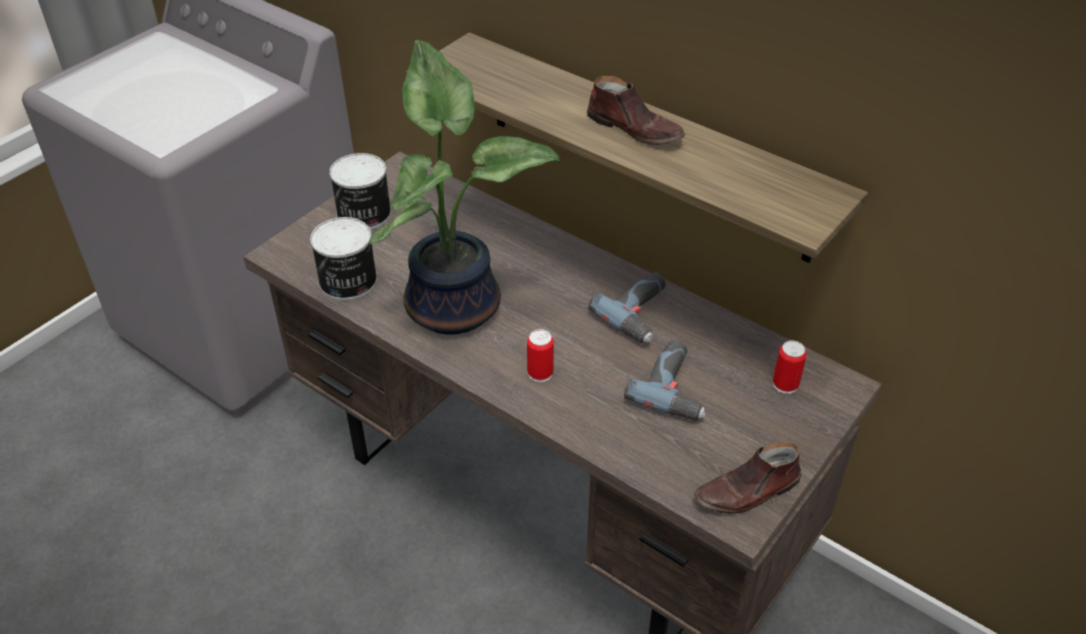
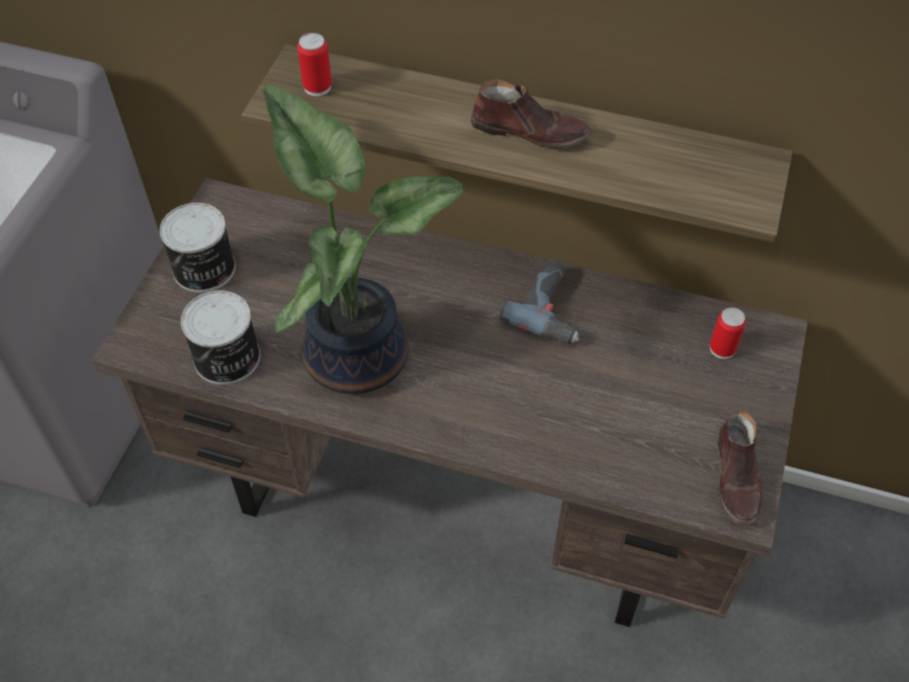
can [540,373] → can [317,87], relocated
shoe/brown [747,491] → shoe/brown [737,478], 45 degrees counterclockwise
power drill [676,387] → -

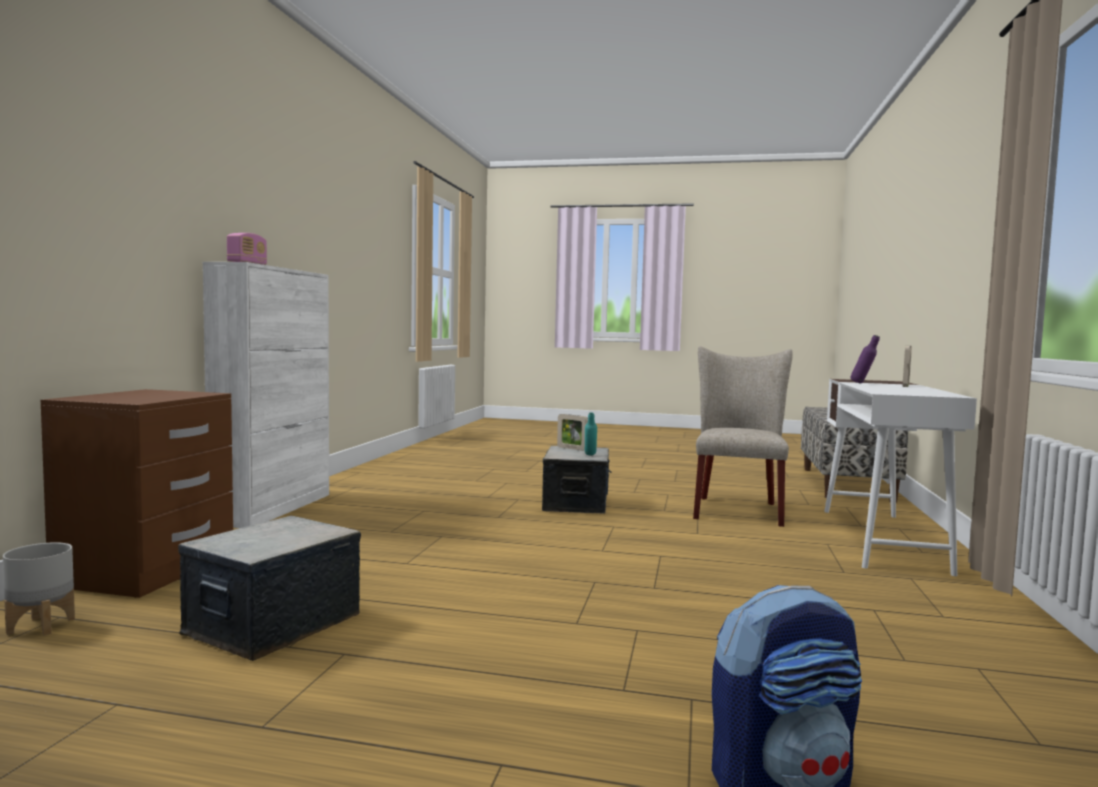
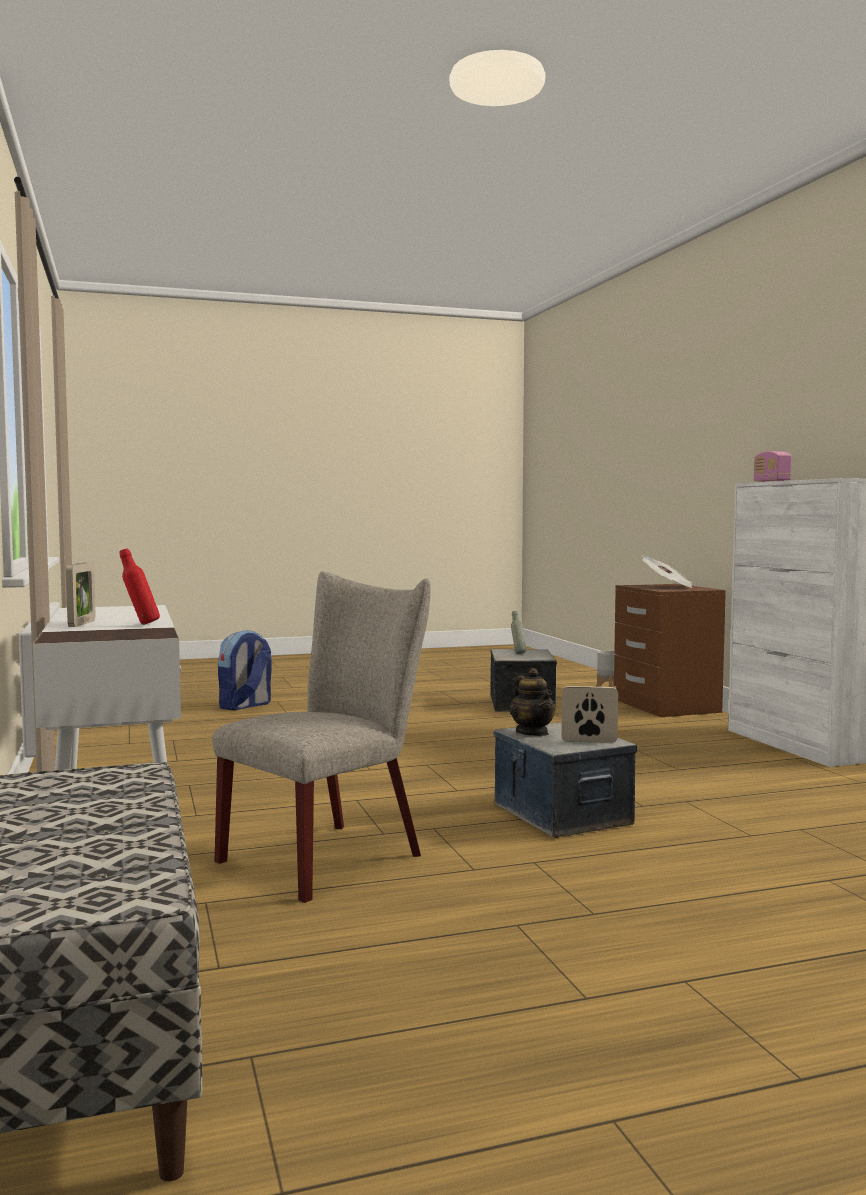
bottle/purple [863,383] → bottle/red [140,624]
chair/beige [737,509] → chair/beige [331,855], 120 degrees counterclockwise
bottle/turquoise [590,455] → teapot [532,733]
- → bottle/grey [518,653]
- → newspaper [667,586]

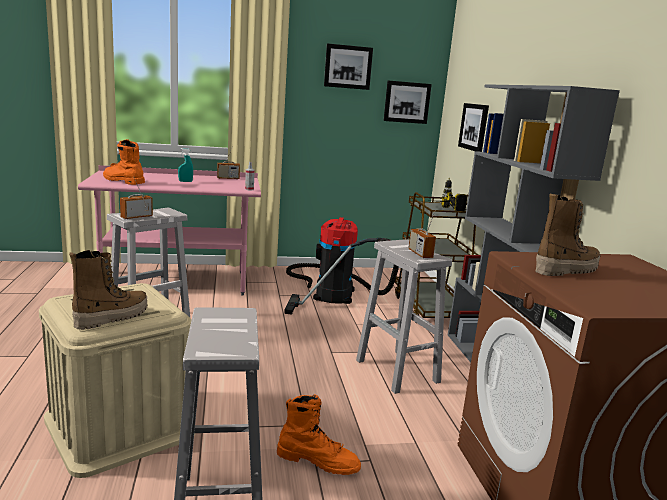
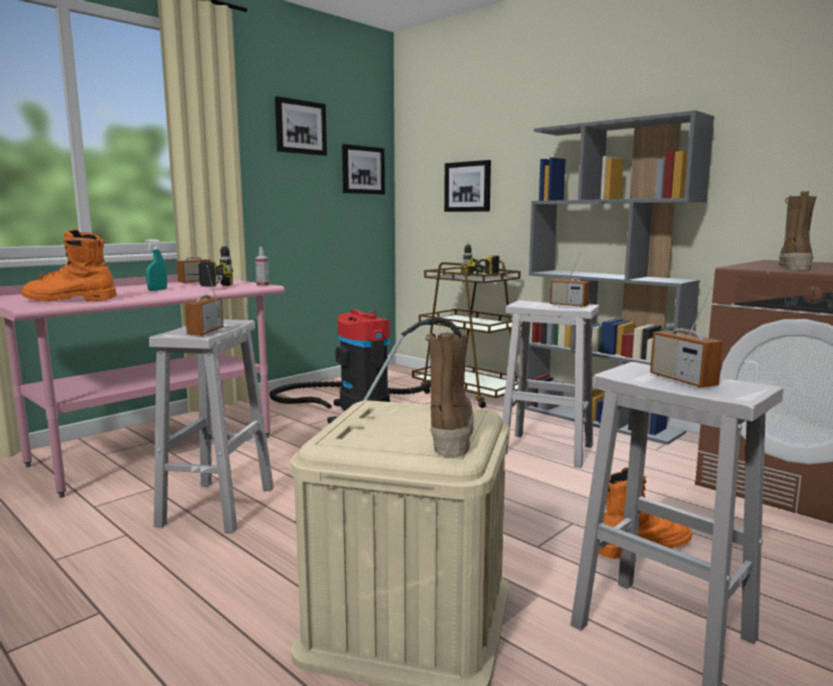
- → power drill [203,287]
- → radio [682,380]

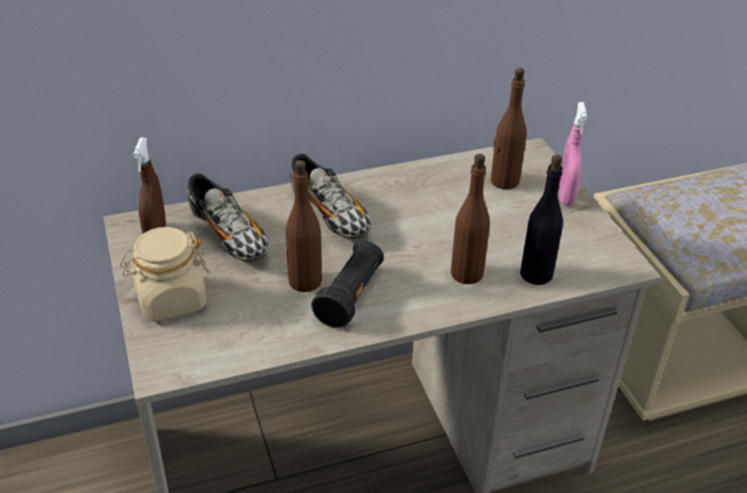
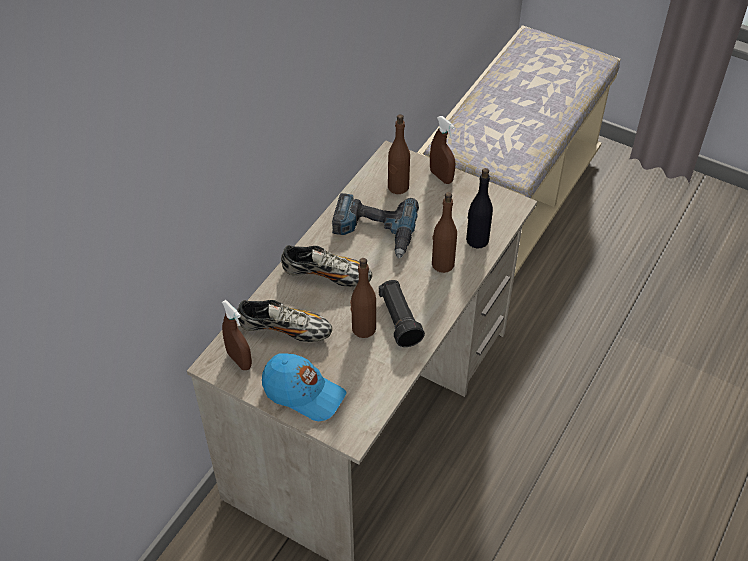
jar/beige [170,300] → cap/blue [303,393]
- → power drill [374,231]
spray bottle/pink [565,196] → spray bottle/brown [441,176]

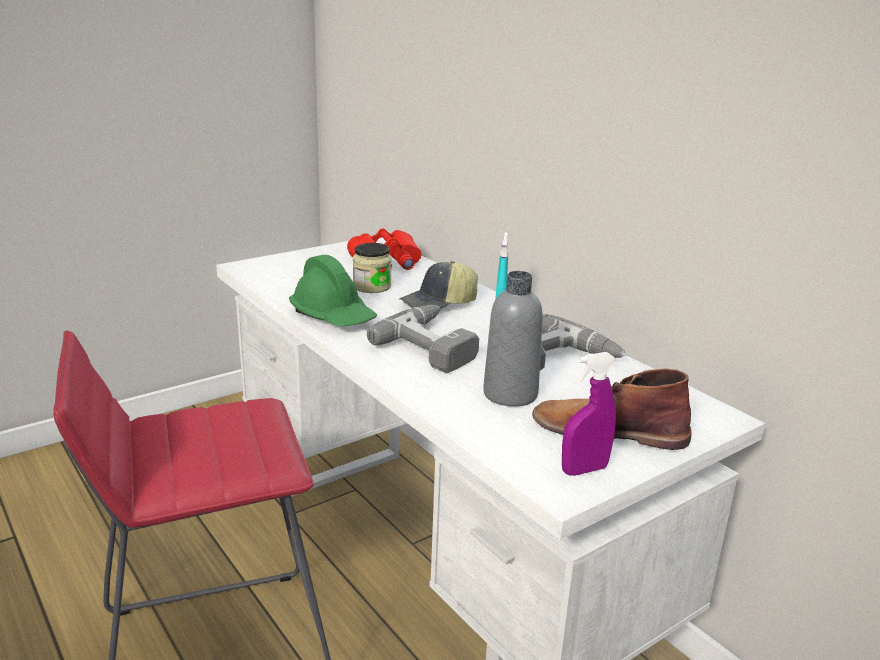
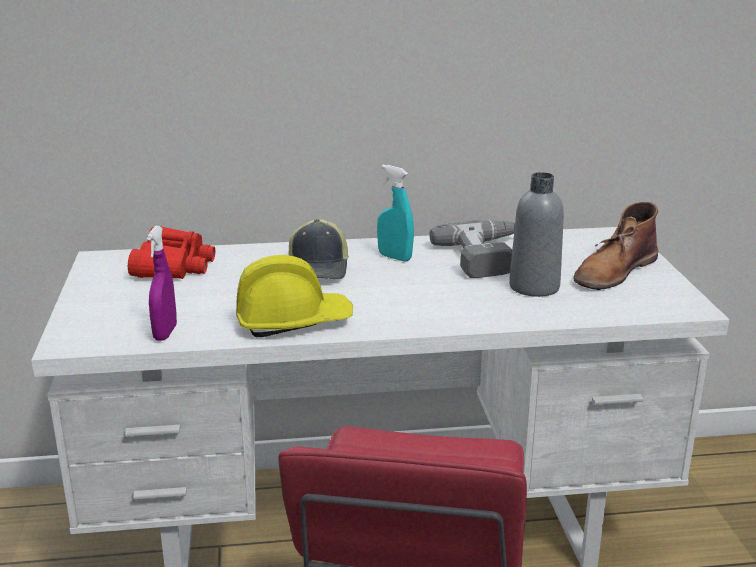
spray bottle/purple [584,470] → spray bottle/purple [165,333], relocated
hard hat/green [333,316] → hard hat/yellow [293,322]
jar [372,286] → -
power drill [435,345] → -

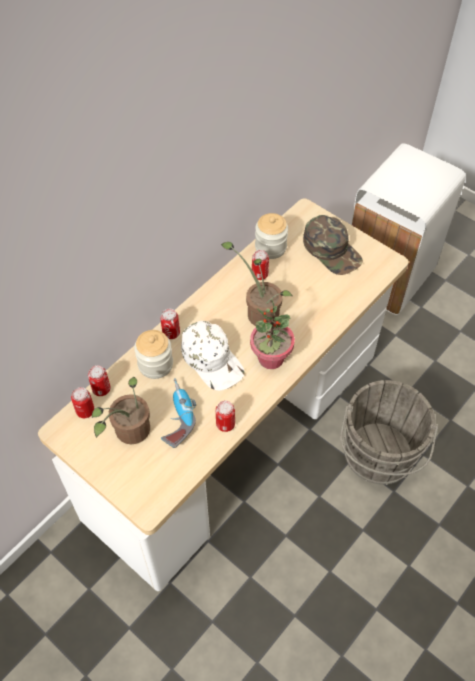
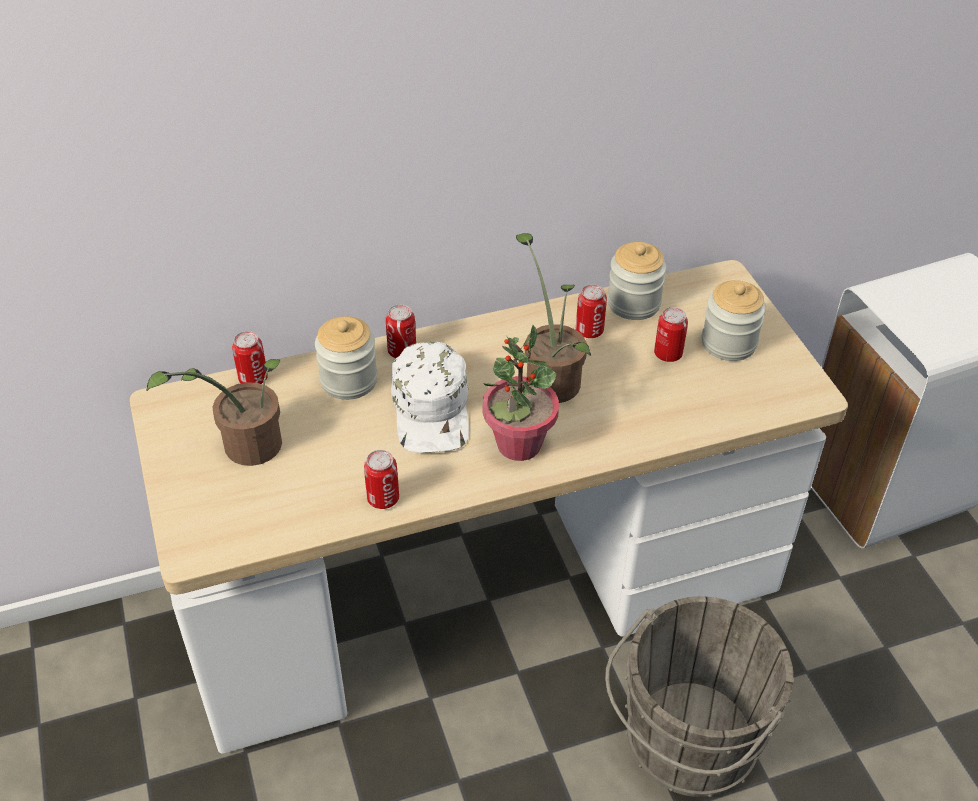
can [85,411] → can [668,354], relocated
cap/green [332,250] → jar [728,343]
power drill [176,416] → -

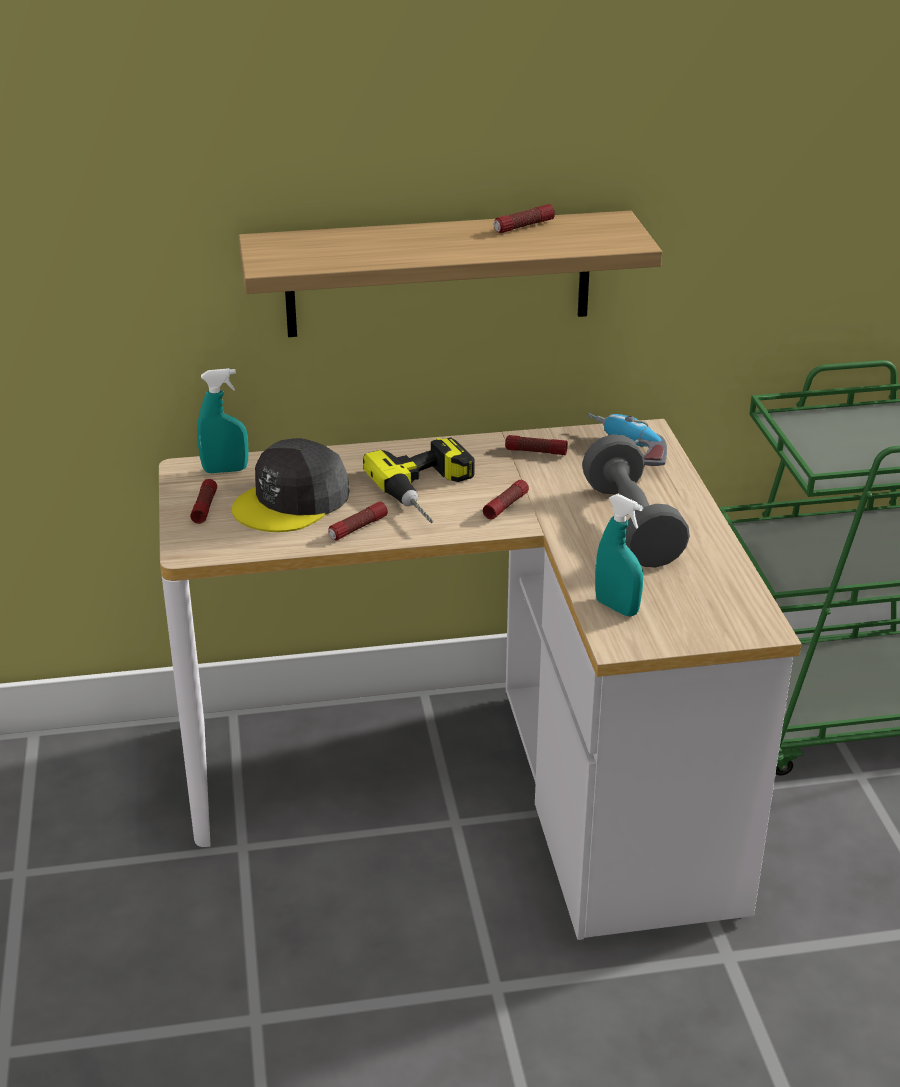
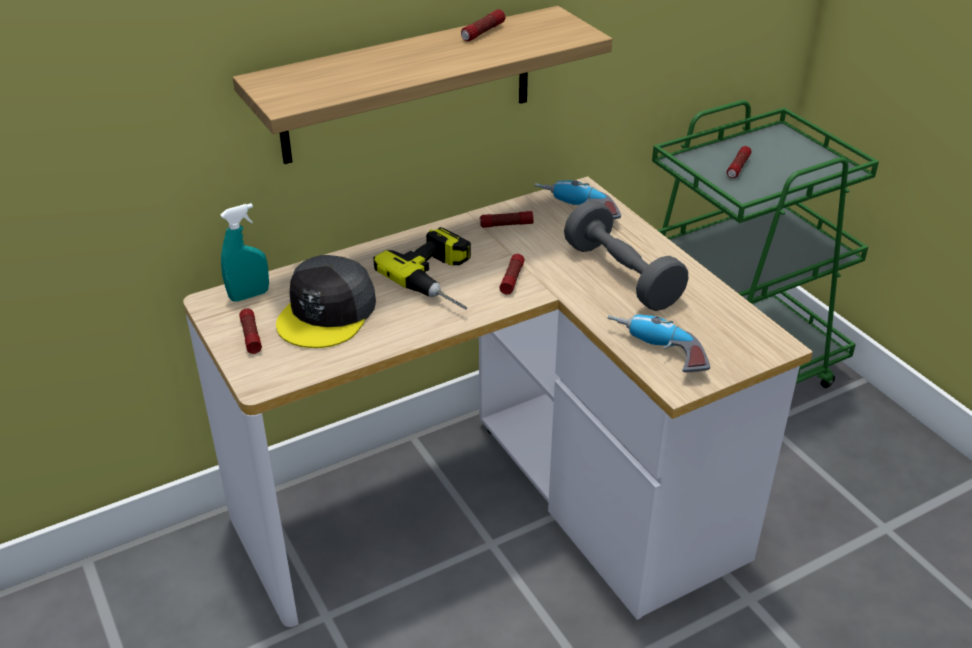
spray bottle/turquoise [616,607] → power drill [656,352]
flashlight [358,528] → flashlight [738,167], relocated

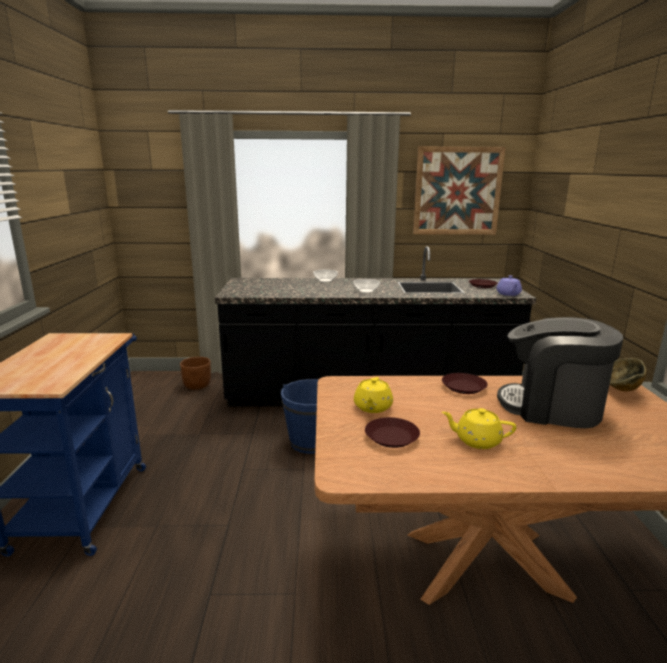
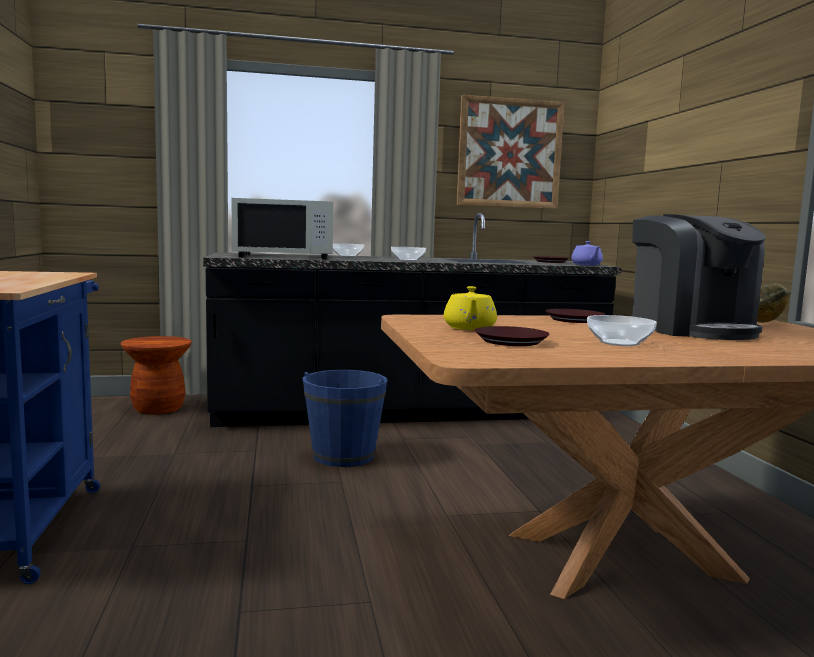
planter/brown [197,385] → stool/brown [158,409]
- → microwave/white [285,256]
teapot/yellow [476,440] → bowl [620,343]
coffee machine [551,407] → coffee machine [691,329], 120 degrees counterclockwise

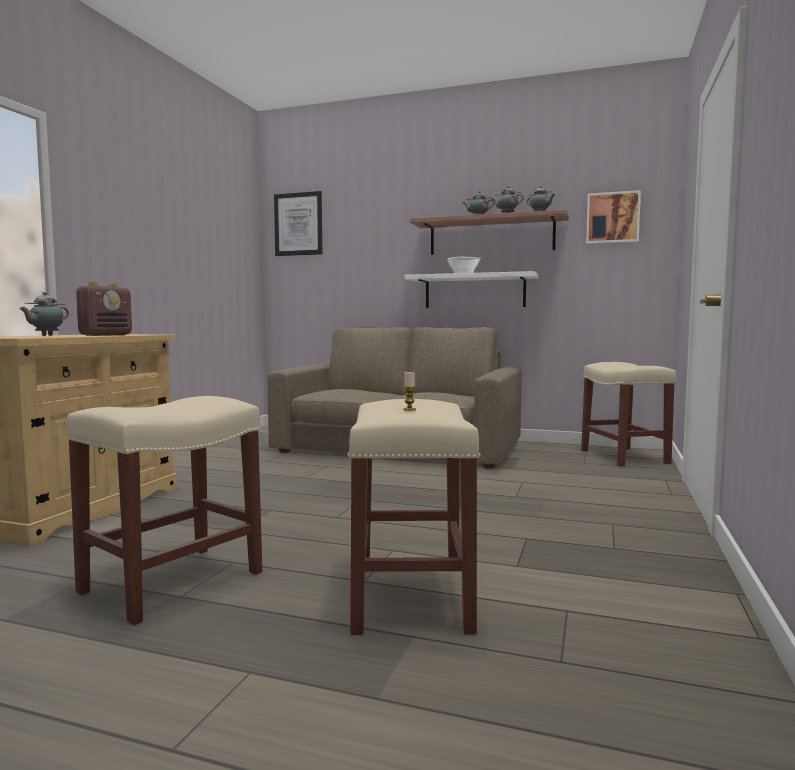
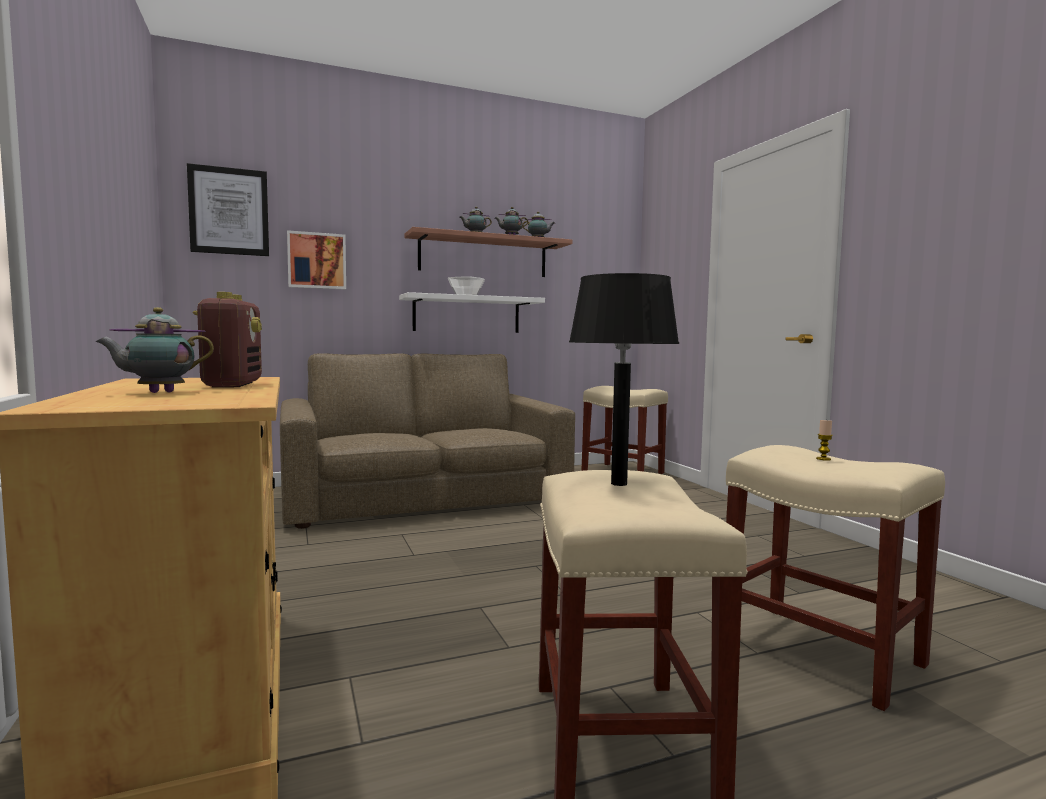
teapot [45,335] → teapot [158,392], 75 degrees clockwise
picture [612,218] → picture [316,261], relocated
- → table lamp/black [619,483]

